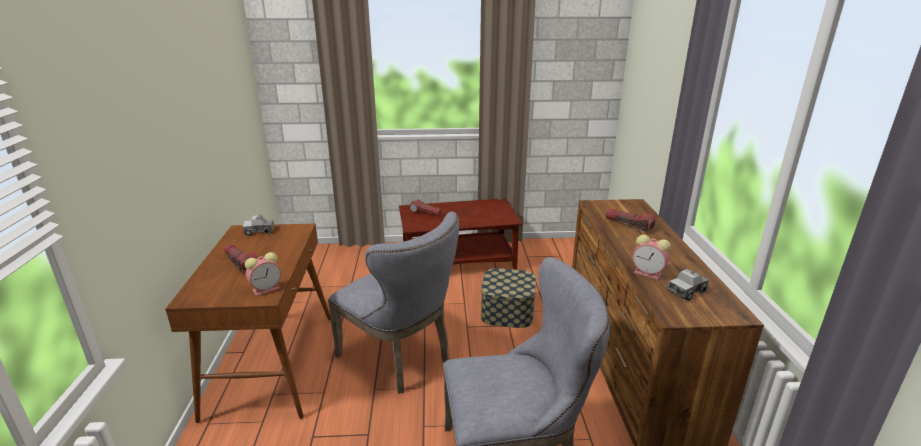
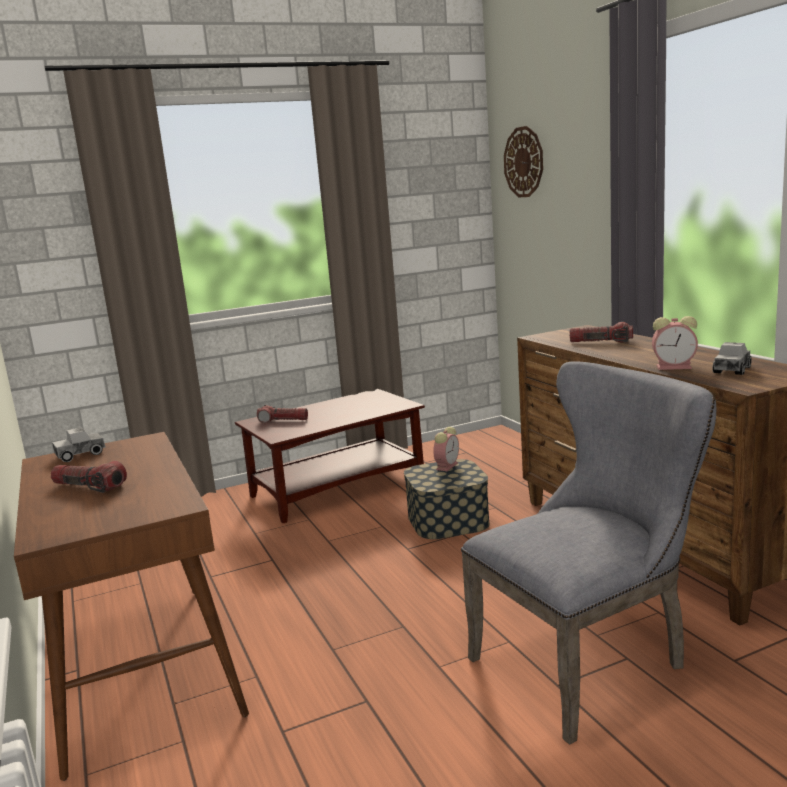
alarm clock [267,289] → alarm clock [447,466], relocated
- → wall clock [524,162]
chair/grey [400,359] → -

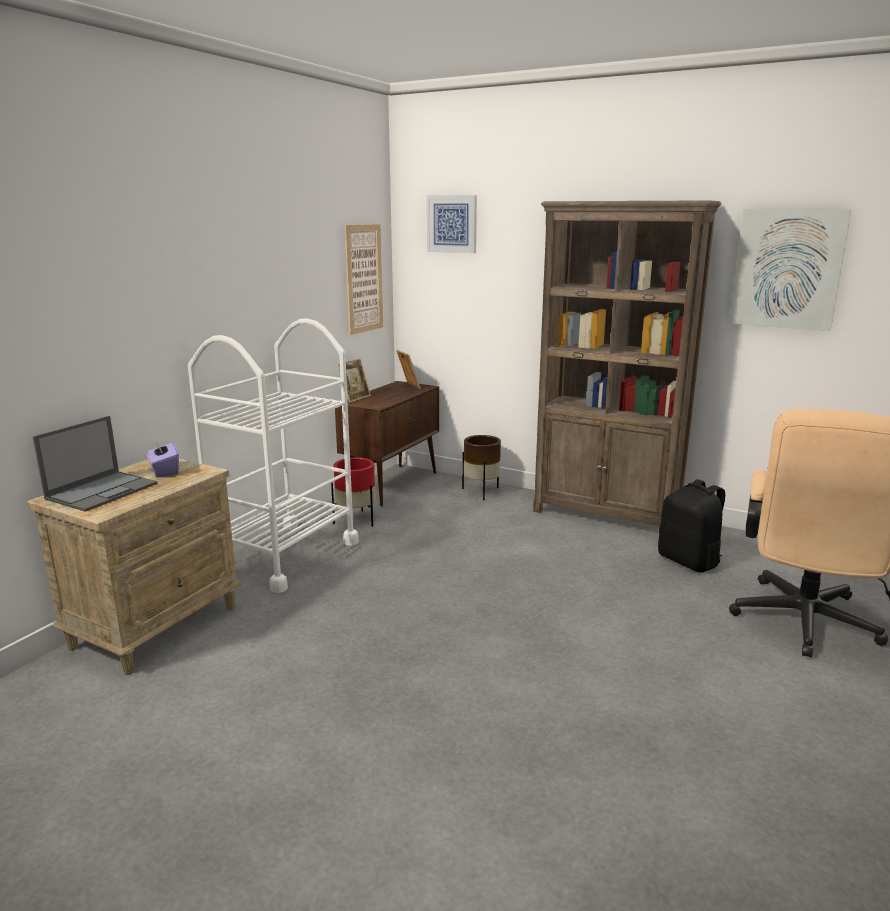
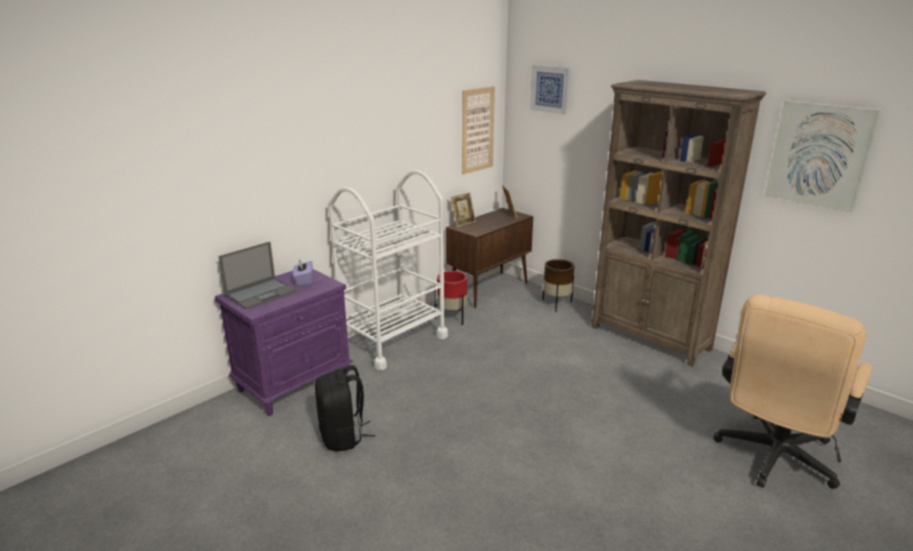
nightstand/beige [156,626] → nightstand/purple [294,383]
backpack/black [689,561] → backpack/black [343,437], relocated

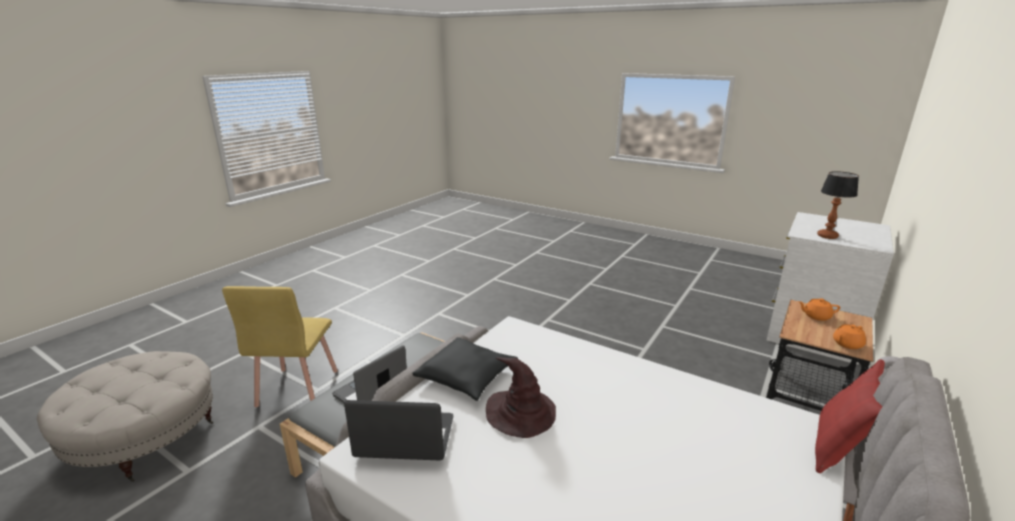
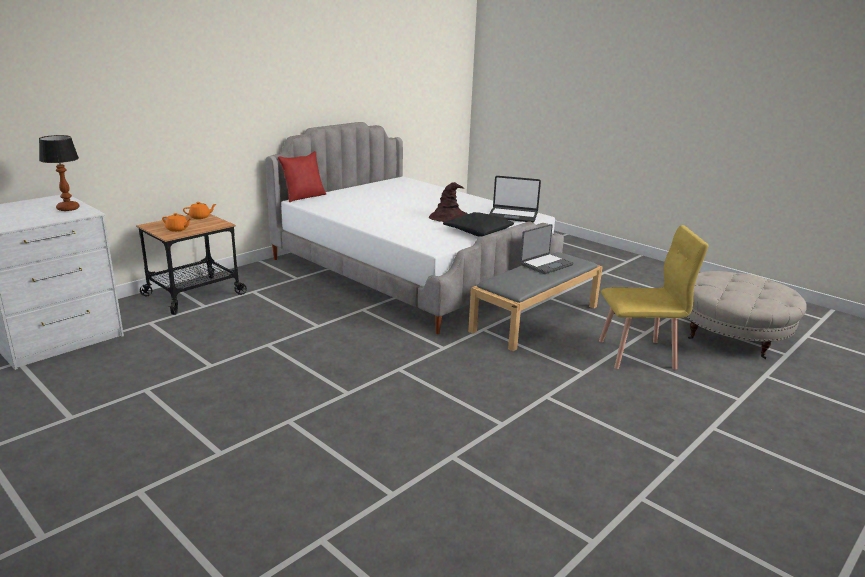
chair/yellow [297,388] → chair/yellow [637,354], 75 degrees clockwise

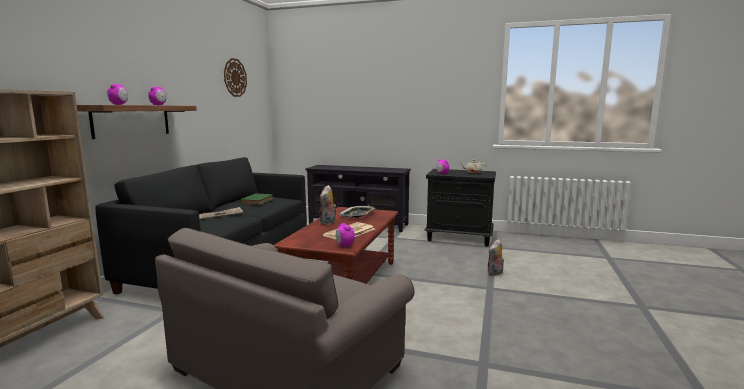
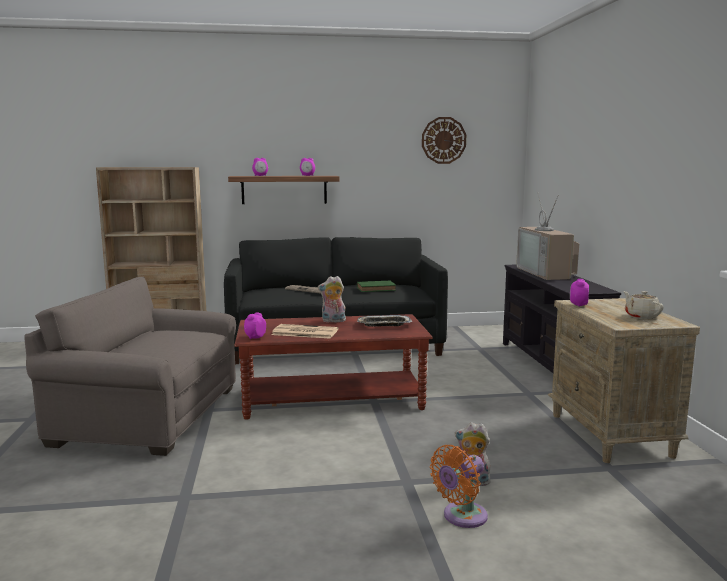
- → fan/orange [461,517]
- → television [547,273]
nightstand/black [460,238] → nightstand/beige [611,435]

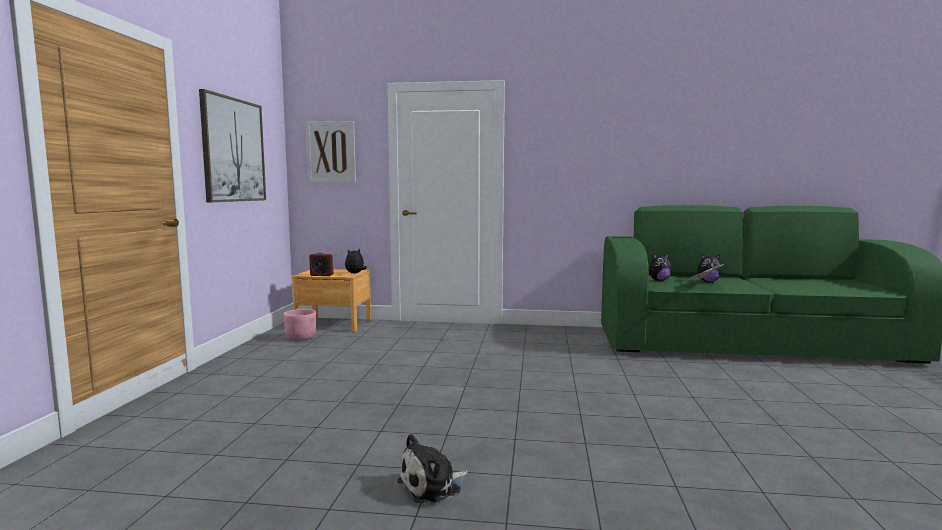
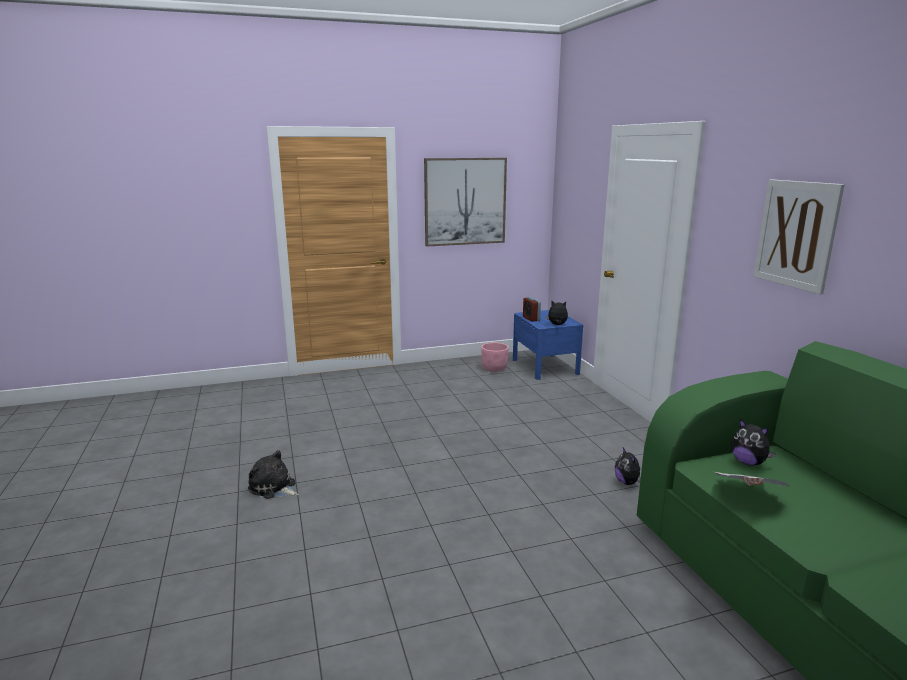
nightstand/brown [334,324] → nightstand/blue [545,366]
plush toy [708,281] → plush toy [627,482], relocated
picture [331,152] → picture [796,234], relocated

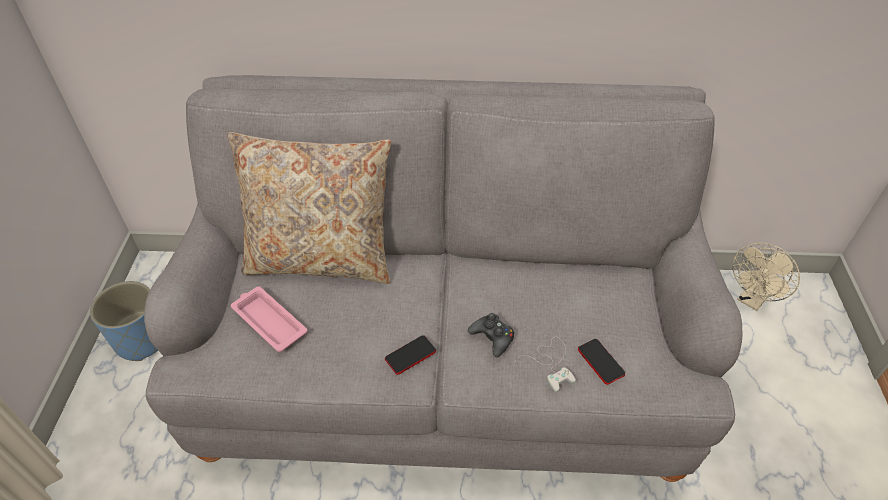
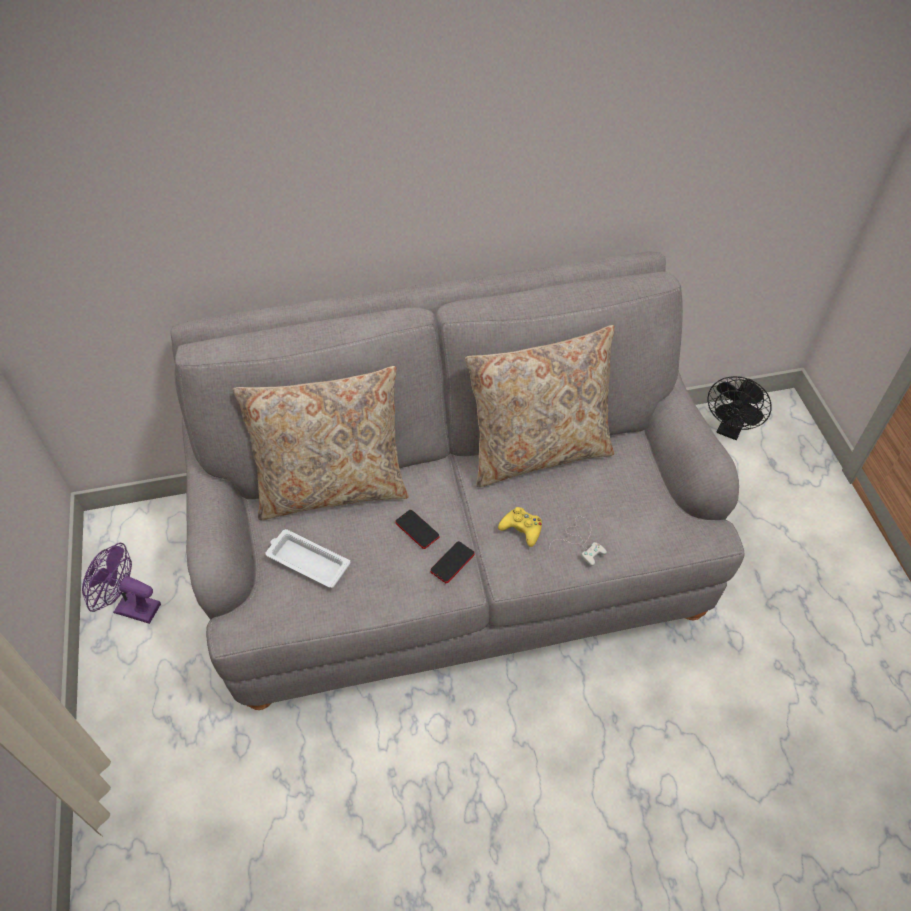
planter/blue [142,340] → fan/purple [131,607]
tray/pink [268,321] → tray/white [307,561]
phone [600,362] → phone [417,529], relocated
- → pillow/beige [538,451]
game controller/black [492,337] → game controller/yellow [522,529]
fan/beige [752,300] → fan/black [730,430]

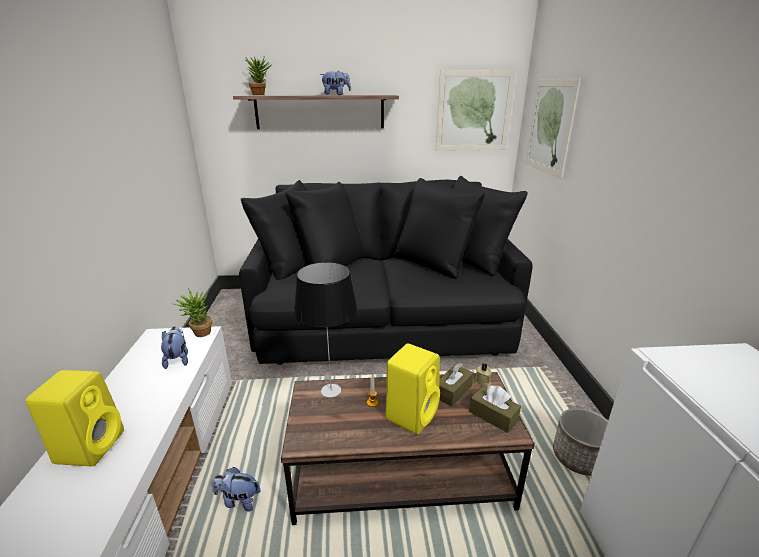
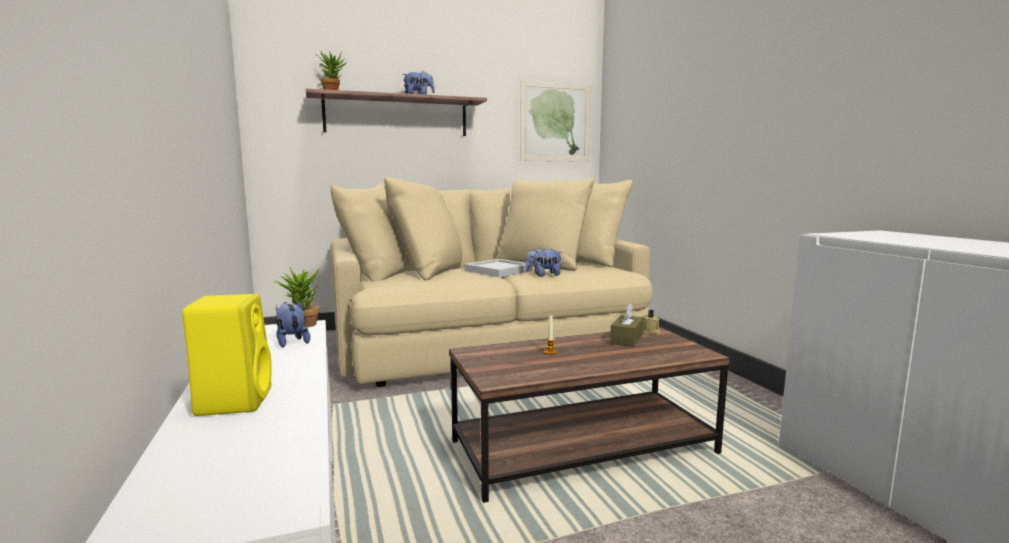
sofa/black [383,319] → sofa/beige [486,342]
- → tray/white [498,271]
plush toy [239,500] → plush toy [543,275], relocated
table lamp [330,391] → -
speaker/yellow [412,413] → -
tissue box/brown [493,416] → -
picture [550,126] → -
planter [578,457] → -

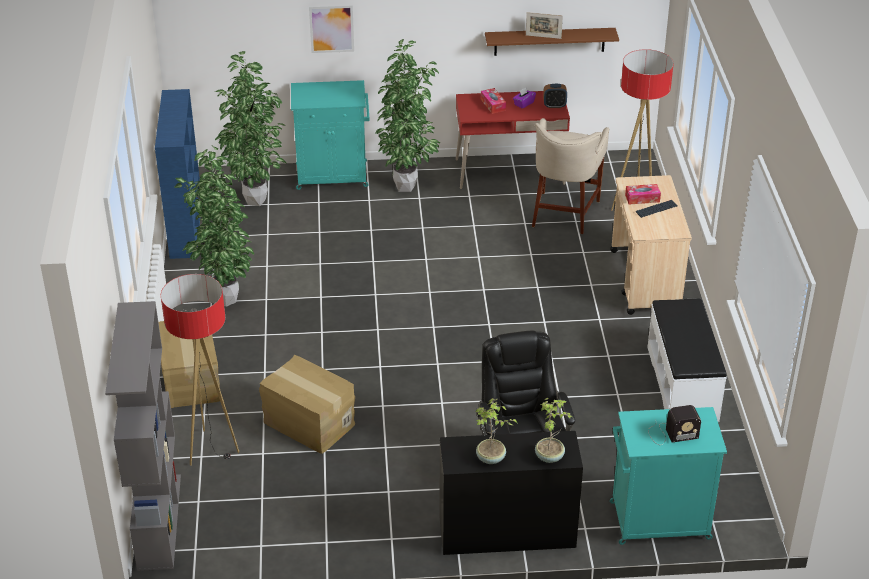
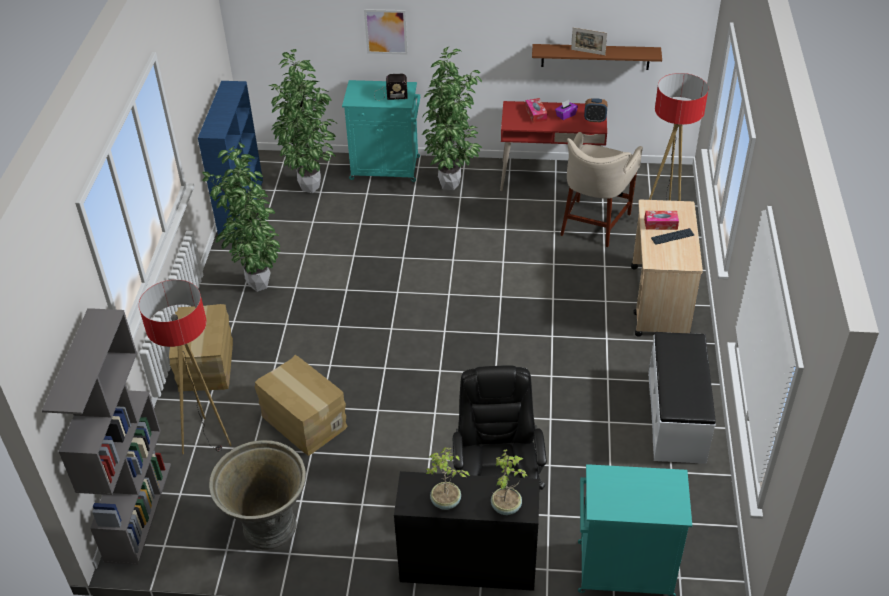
- → planter/grey [268,528]
radio [671,434] → radio [389,95], relocated

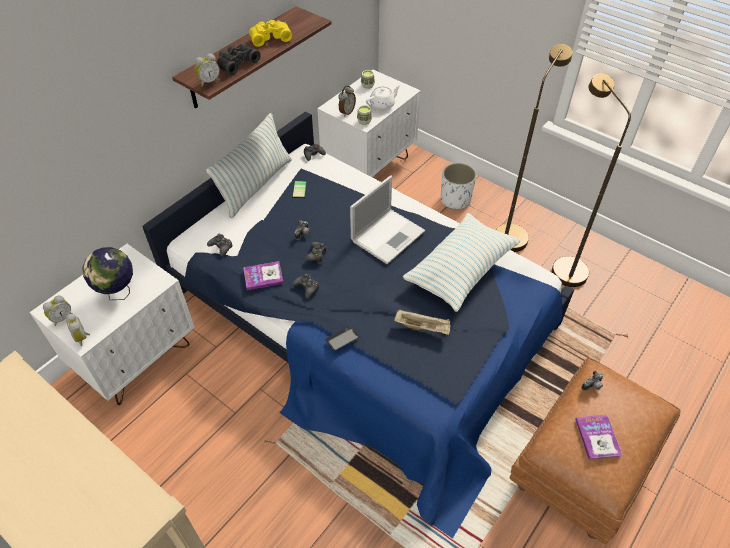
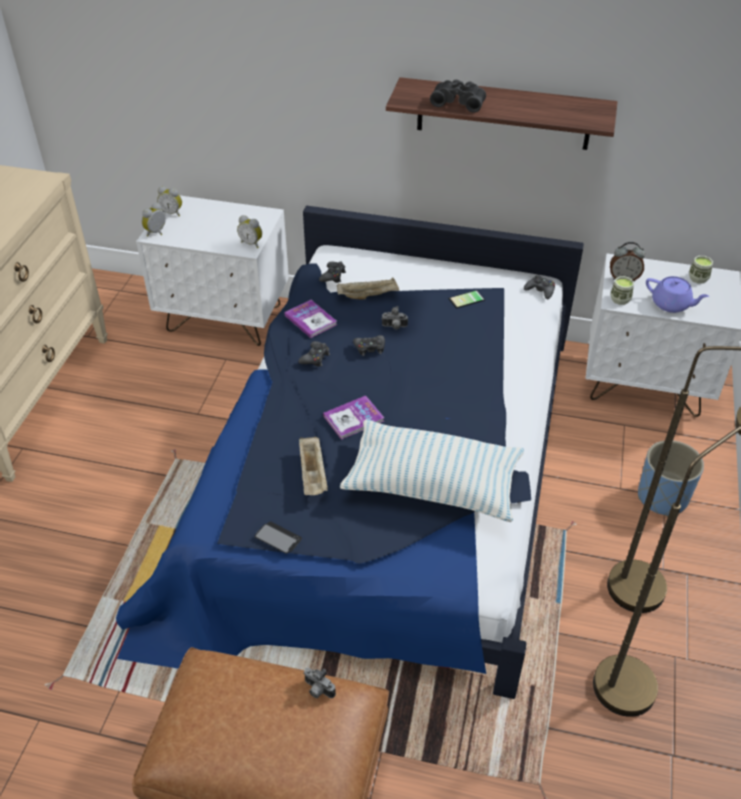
alarm clock [209,82] → alarm clock [252,243], relocated
phone [342,339] → phone [278,538], relocated
book [597,437] → book [353,418], relocated
- → tray/beige [368,296]
planter/white [455,199] → planter/blue [662,497]
teapot/white [382,105] → teapot/purple [671,304]
globe [118,293] → -
pillow [256,185] → -
binoculars/yellow [270,37] → -
laptop [388,235] → -

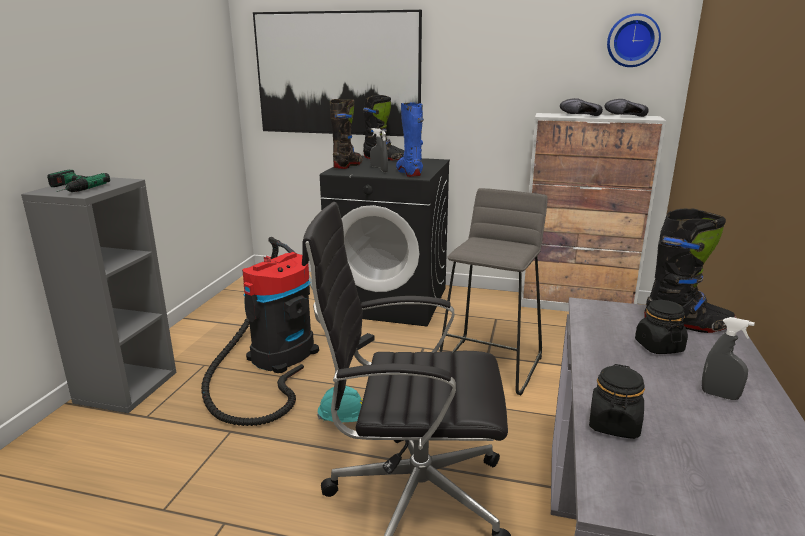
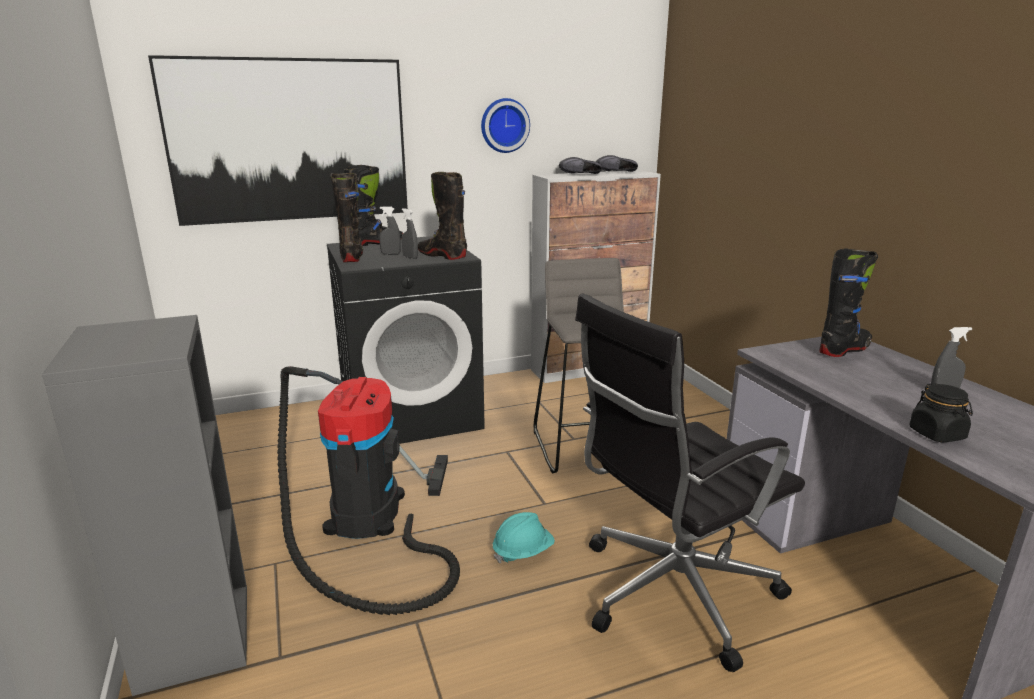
boot/blue [409,173] → boot/black [442,255]
wall clock [633,40] → wall clock [504,125], relocated
power drill [67,189] → -
jar/black [658,346] → -

